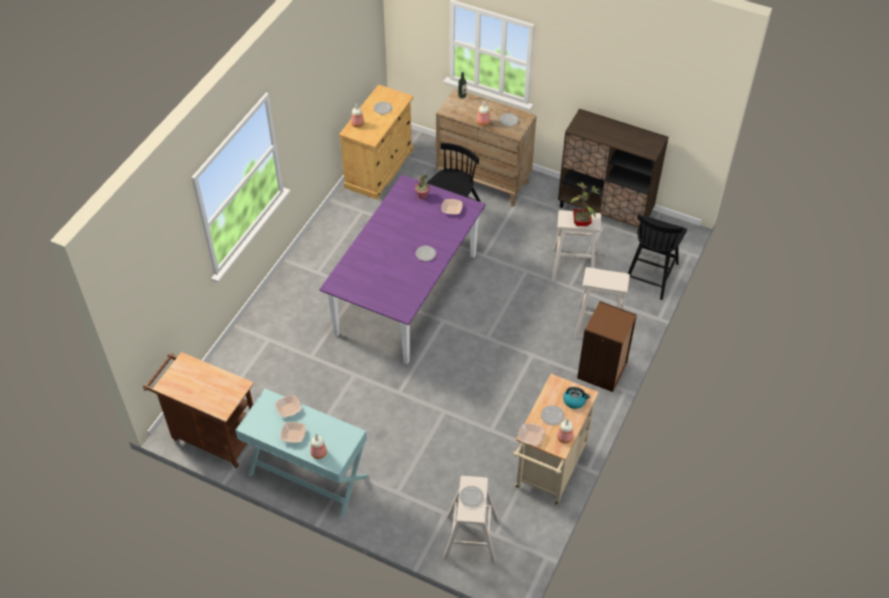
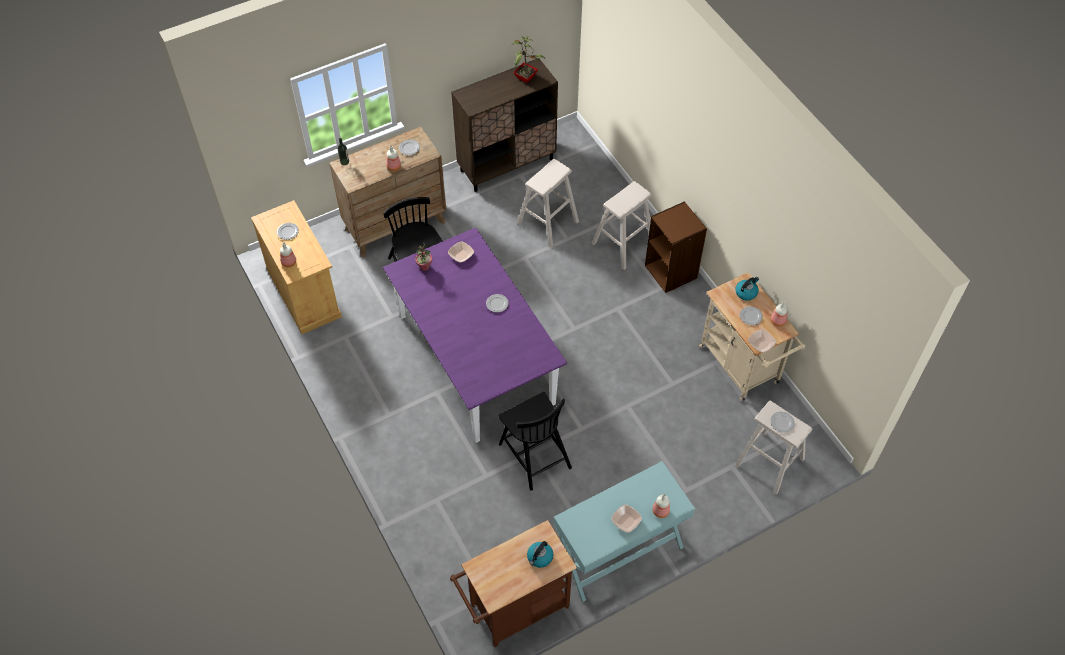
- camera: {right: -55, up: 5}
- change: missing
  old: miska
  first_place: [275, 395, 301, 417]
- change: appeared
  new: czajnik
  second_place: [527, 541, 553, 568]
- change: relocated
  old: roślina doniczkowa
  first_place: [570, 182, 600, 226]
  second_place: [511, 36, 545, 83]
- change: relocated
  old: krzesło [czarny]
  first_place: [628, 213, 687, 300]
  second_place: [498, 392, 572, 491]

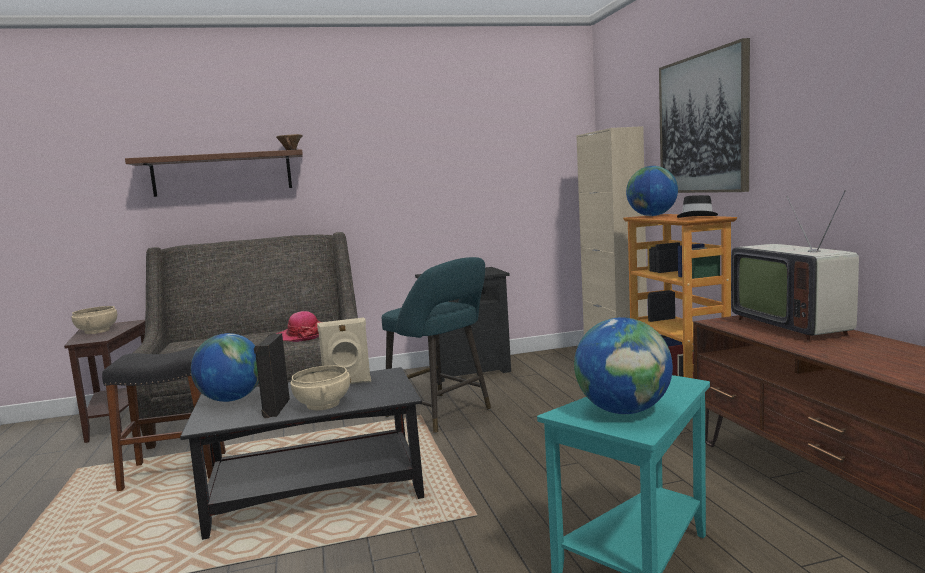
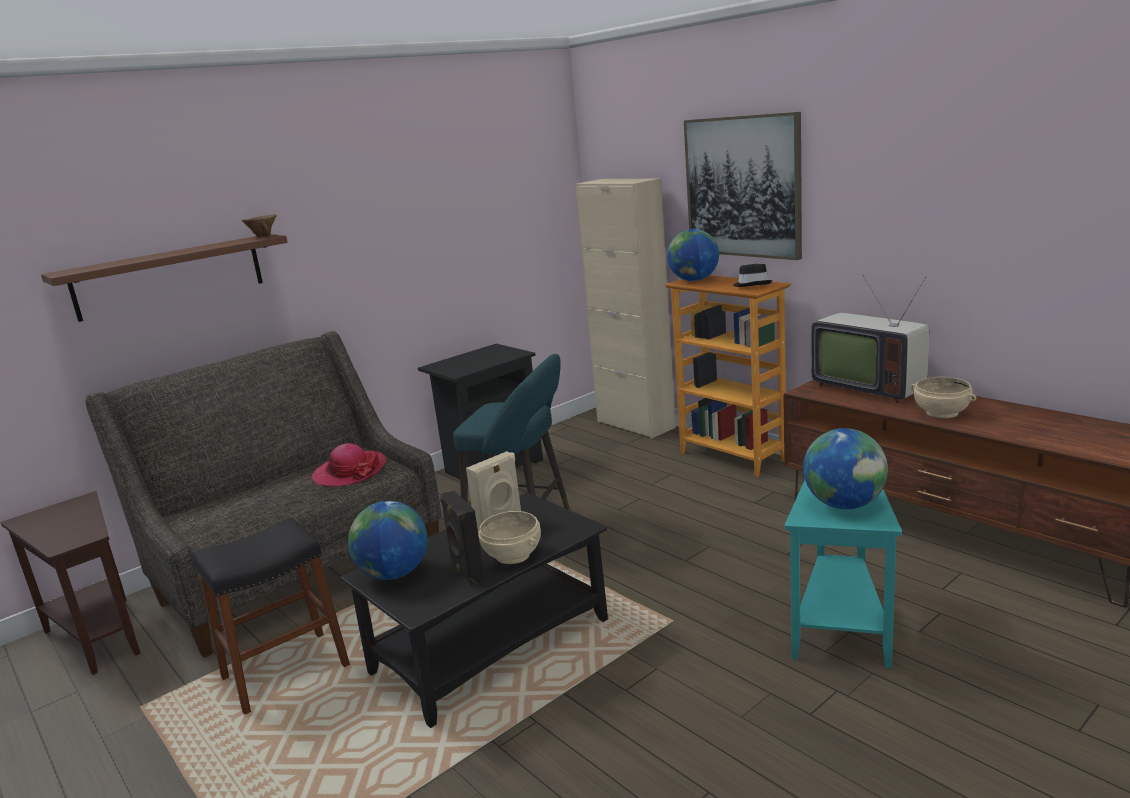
- camera: {right: -25, up: 10}
- change: relocated
  old: miska [beżowy]
  first_place: [71, 306, 117, 334]
  second_place: [911, 377, 976, 418]

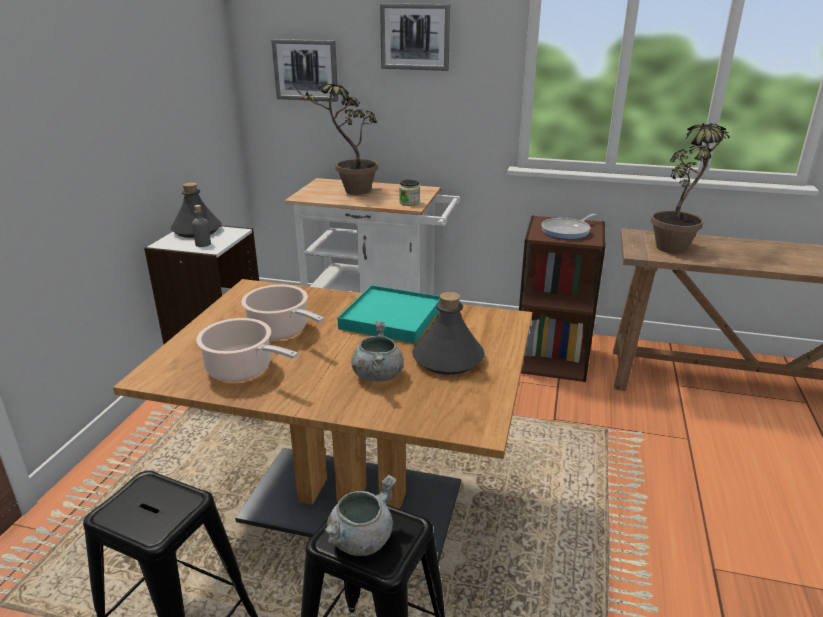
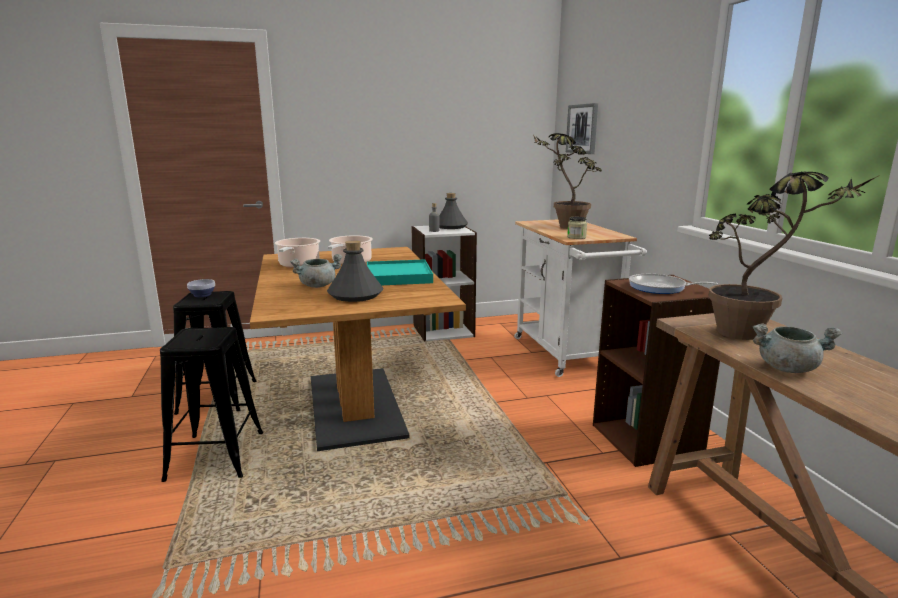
- camera: {right: 60, up: -10}
- change: missing
  old: obraz
  first_place: [380, 4, 450, 71]
- change: appeared
  new: miska
  second_place: [187, 279, 215, 297]
- change: relocated
  old: garnek [szary]
  first_place: [324, 474, 396, 556]
  second_place: [752, 323, 843, 373]

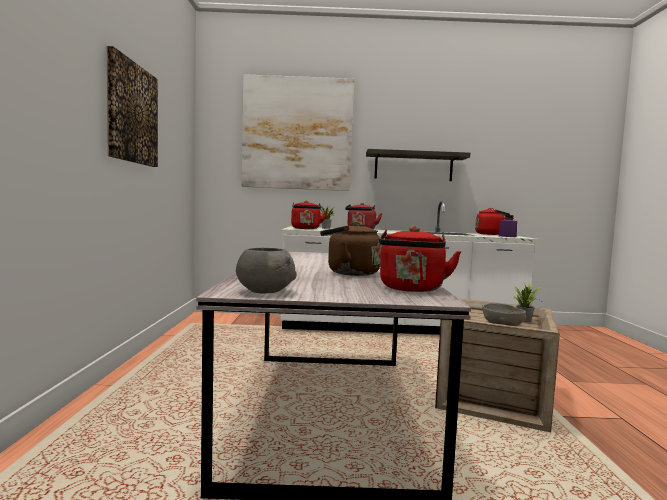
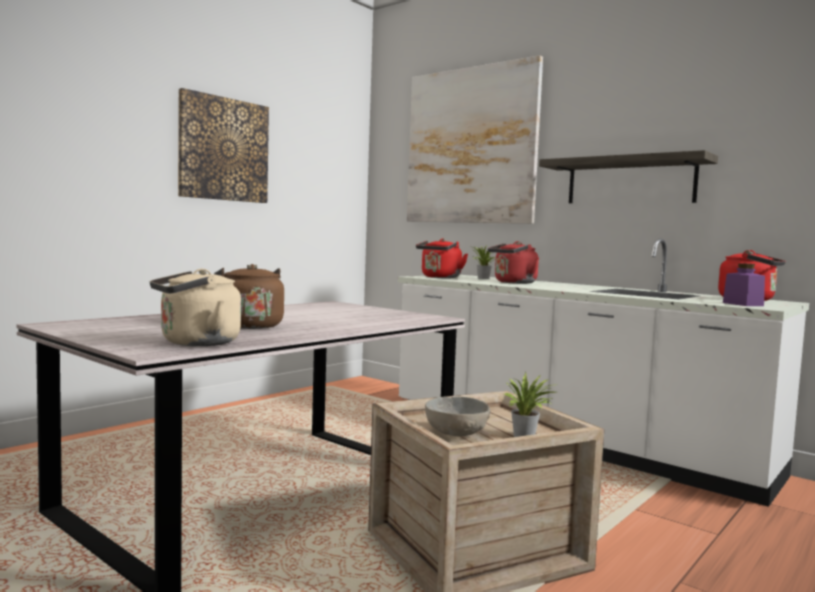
- camera: {right: 40, up: 0}
- change: missing
  old: miska [szary]
  first_place: [236, 248, 297, 293]
- change: colour
  old: czajnik [czerwony]
  new: czajnik [beżowy]
  first_place: [379, 226, 461, 292]
  second_place: [150, 269, 241, 346]

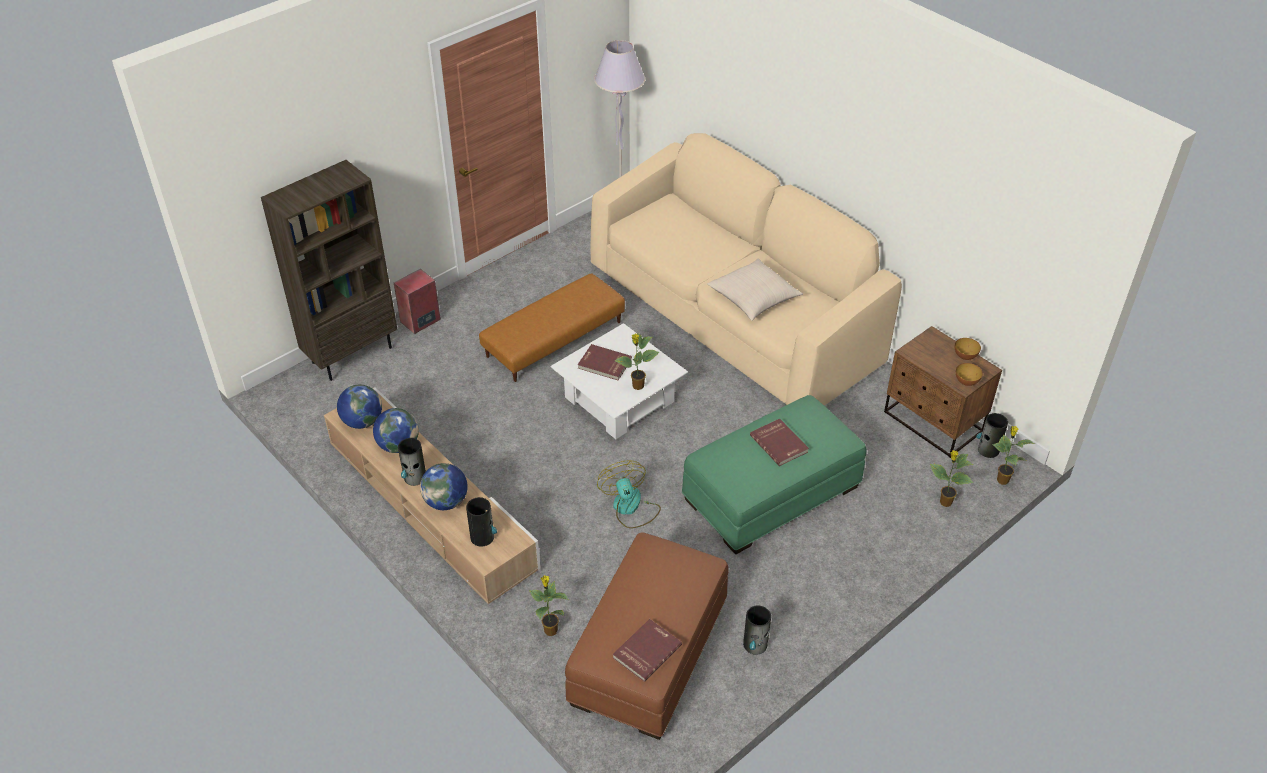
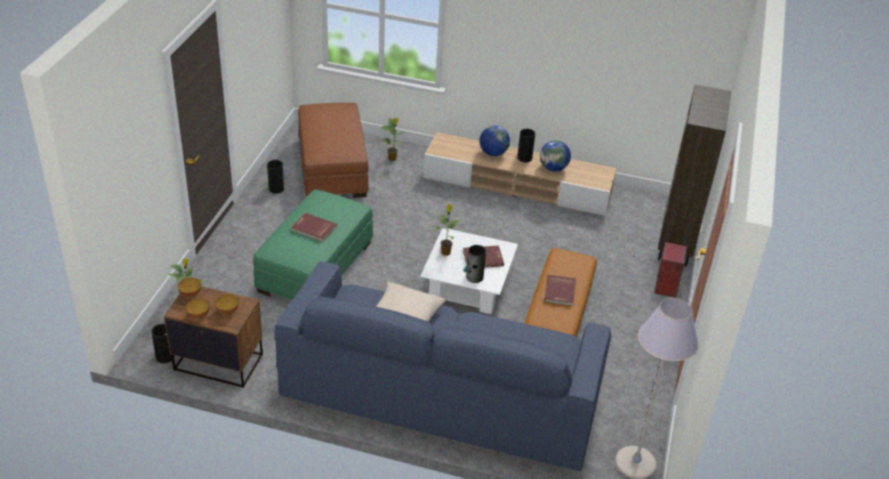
- camera: {right: 145, up: -5}
- change: missing
  old: globus
  first_place: [337, 385, 382, 429]
- change: missing
  old: wentylator
  first_place: [597, 460, 661, 529]
- change: missing
  old: roślina doniczkowa
  first_place: [992, 426, 1035, 485]
- change: appeared
  new: miska
  second_place: [215, 294, 239, 315]
- change: relocated
  old: wazon
  first_place: [466, 497, 497, 547]
  second_place: [463, 245, 486, 283]
- change: relocated
  old: książka [czerwony]
  first_place: [613, 619, 682, 682]
  second_place: [544, 275, 576, 306]
- change: colour
  old: kanapa [beżowy]
  new: kanapa [niebieski]
  first_place: [591, 133, 902, 406]
  second_place: [275, 261, 611, 471]

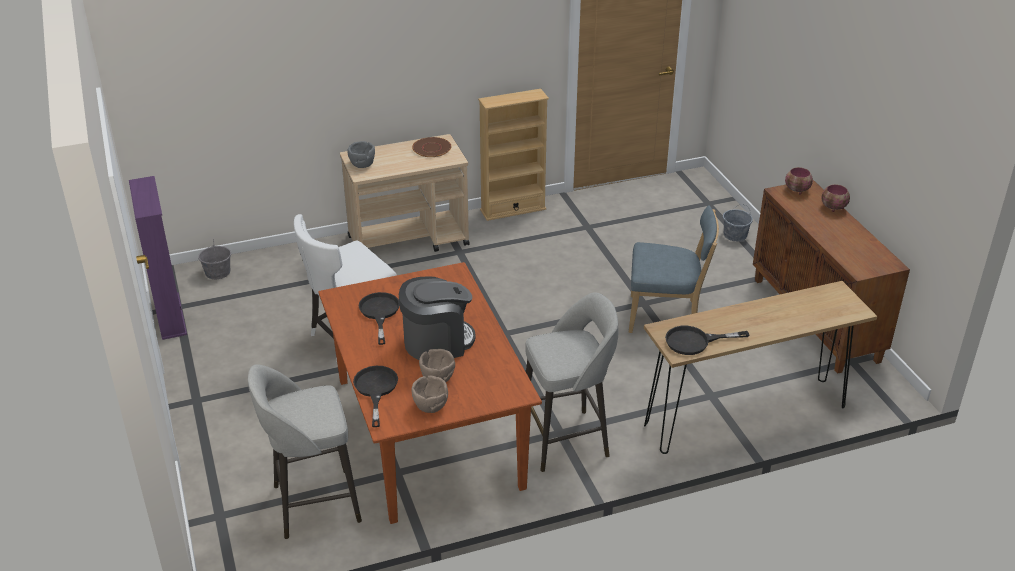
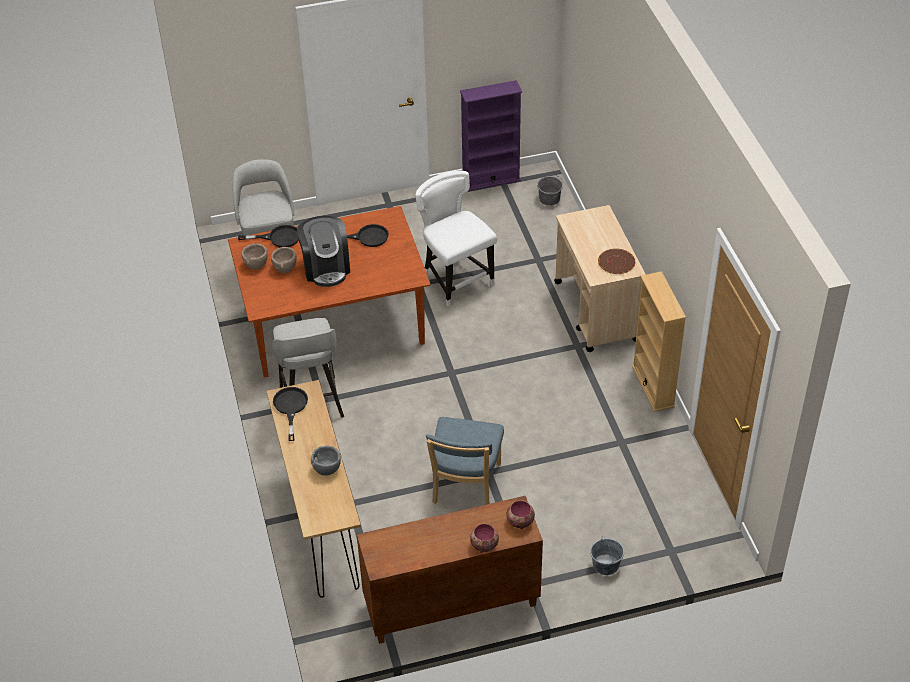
- camera: {right: 95, up: 10}
- change: relocated
  old: miska [szary]
  first_place: [347, 141, 375, 168]
  second_place: [311, 445, 341, 476]

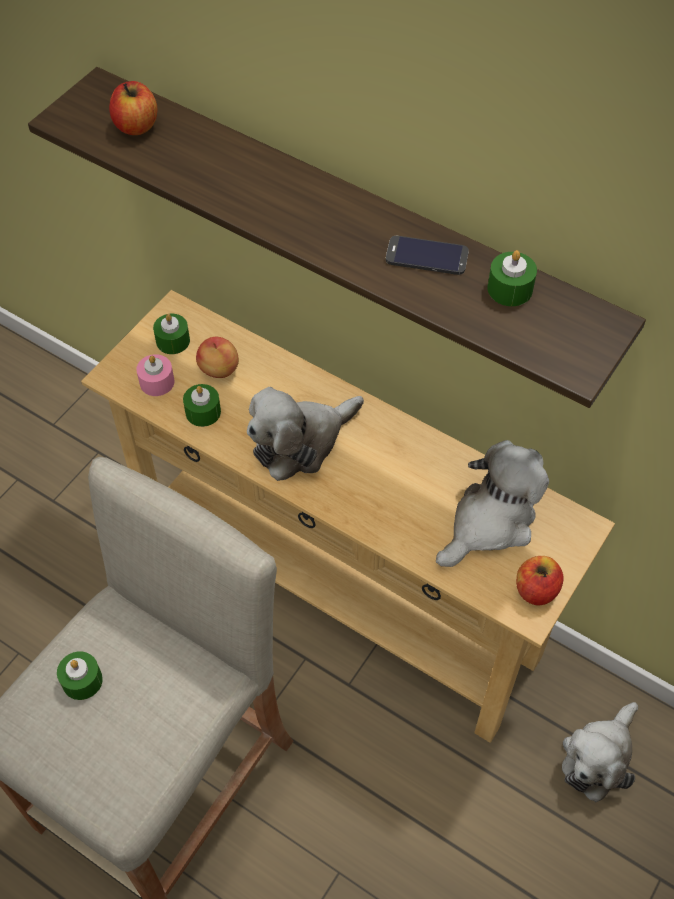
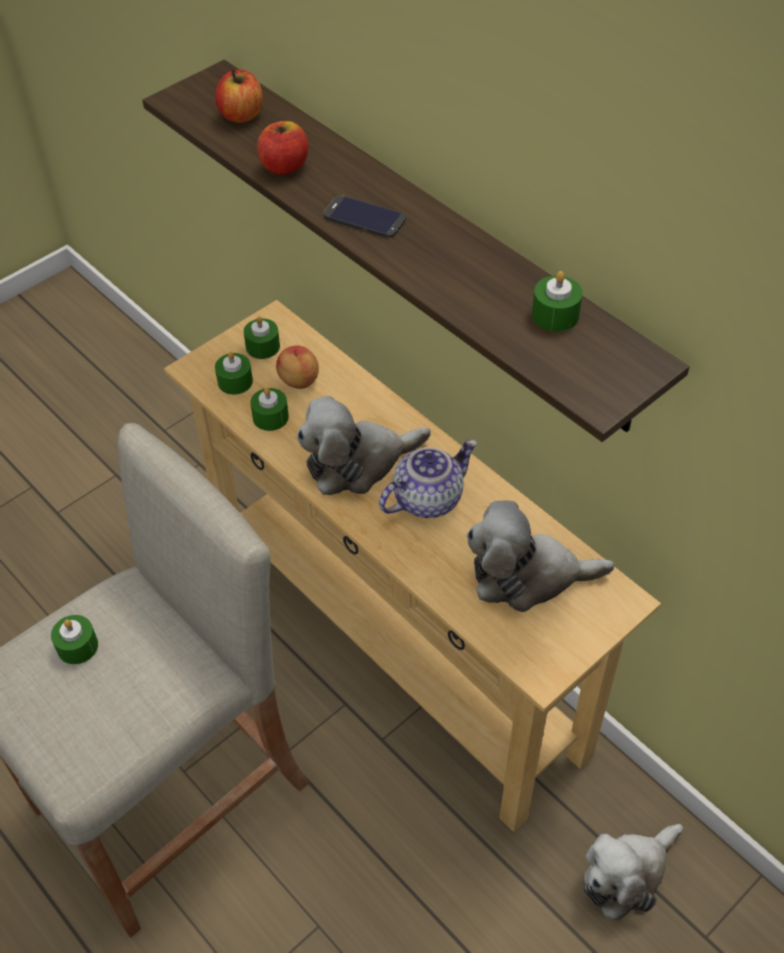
- camera: {right: 15, up: -5}
- change: appeared
  new: imbryk
  second_place: [379, 439, 477, 518]
- change: relocated
  old: telefon
  first_place: [385, 236, 469, 275]
  second_place: [323, 195, 406, 238]
- change: relocated
  old: jabłko
  first_place: [516, 556, 564, 606]
  second_place: [257, 121, 309, 175]
- change: colour
  old: świeca [różowy]
  new: świeca [zielony]
  first_place: [136, 354, 175, 396]
  second_place: [215, 352, 253, 395]
- change: spun
  old: pluszak
  first_place: [436, 440, 549, 567]
  second_place: [467, 500, 614, 612]
  degrees: -150

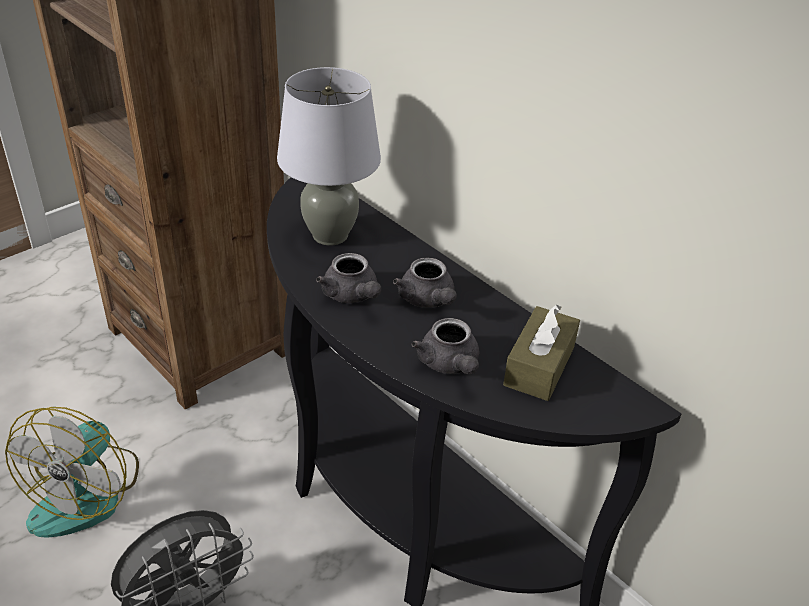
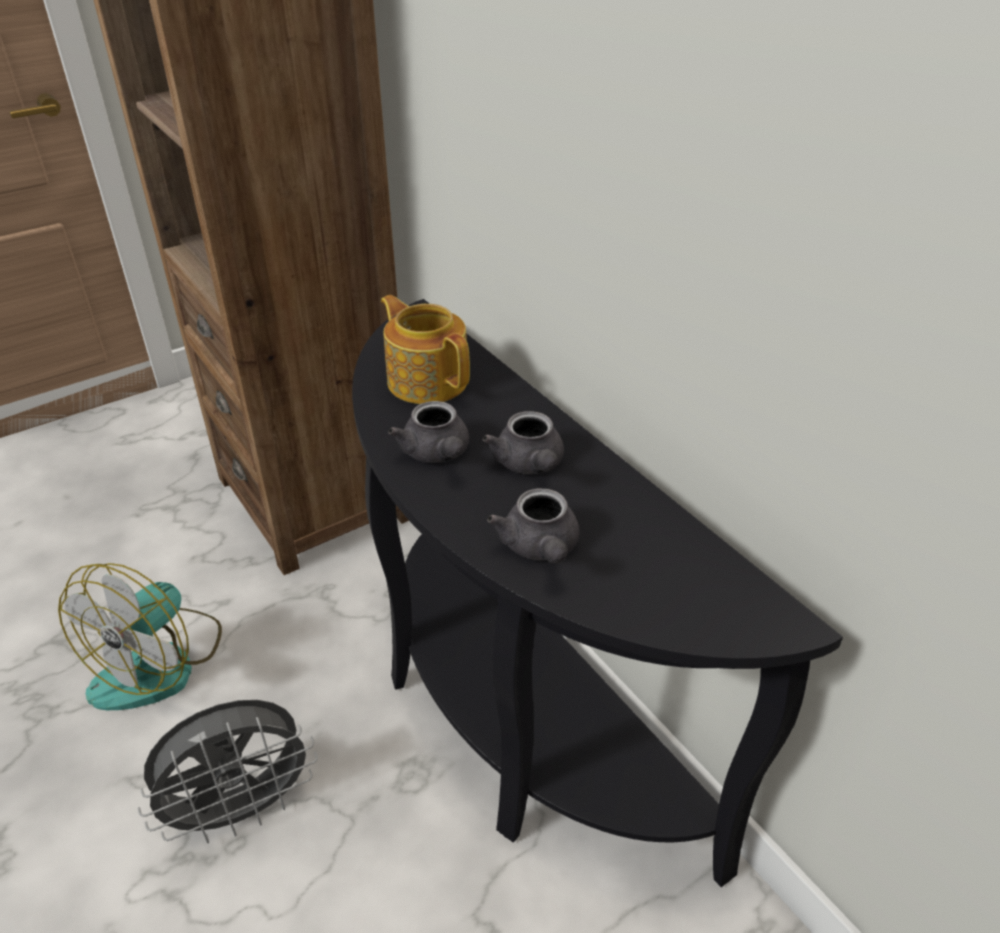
- camera: {right: 10, up: 0}
- change: missing
  old: pudełko chusteczek [brązowy]
  first_place: [503, 304, 580, 401]
- change: exchanged
  old: lampa stołowa [szary]
  new: imbryk
  first_place: [277, 67, 381, 245]
  second_place: [381, 295, 470, 404]

